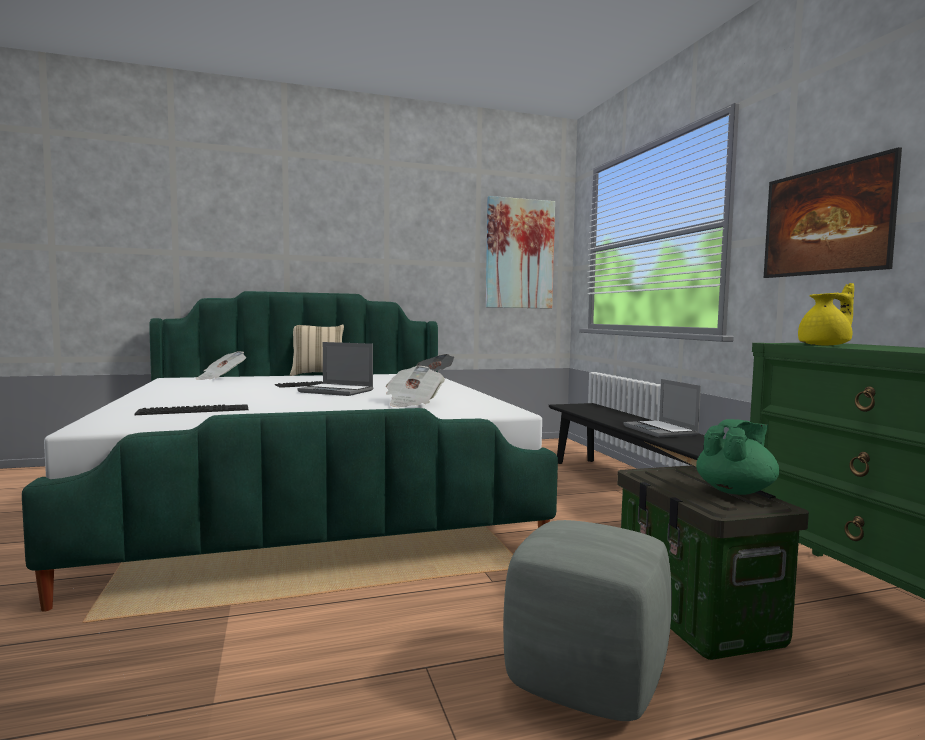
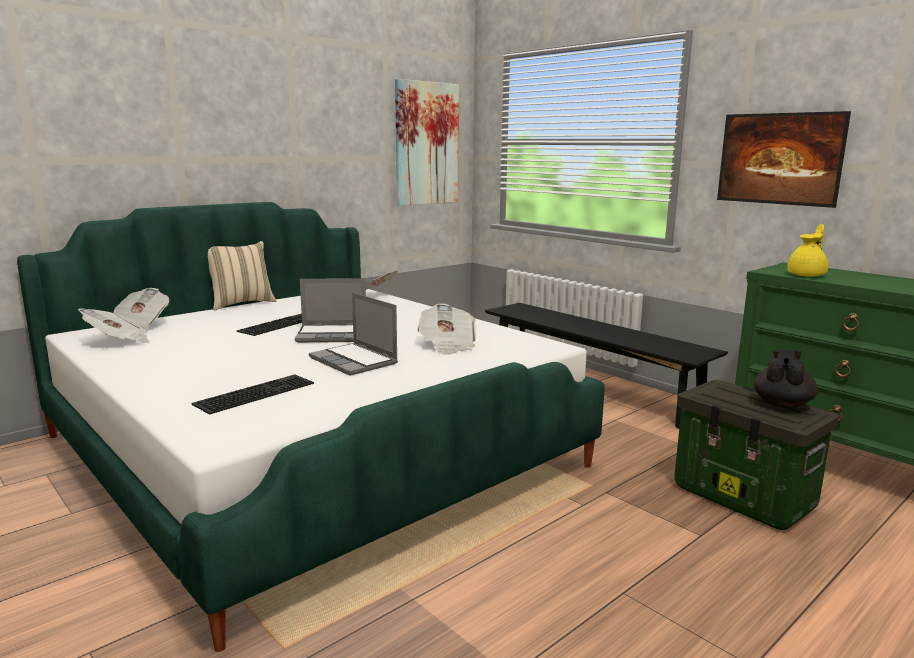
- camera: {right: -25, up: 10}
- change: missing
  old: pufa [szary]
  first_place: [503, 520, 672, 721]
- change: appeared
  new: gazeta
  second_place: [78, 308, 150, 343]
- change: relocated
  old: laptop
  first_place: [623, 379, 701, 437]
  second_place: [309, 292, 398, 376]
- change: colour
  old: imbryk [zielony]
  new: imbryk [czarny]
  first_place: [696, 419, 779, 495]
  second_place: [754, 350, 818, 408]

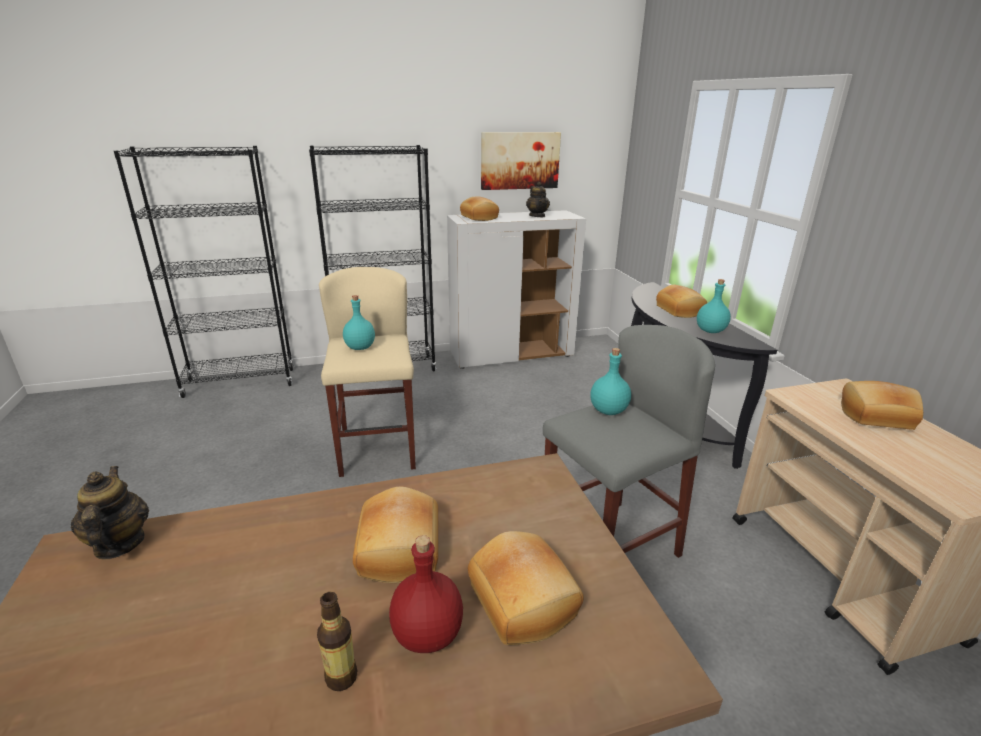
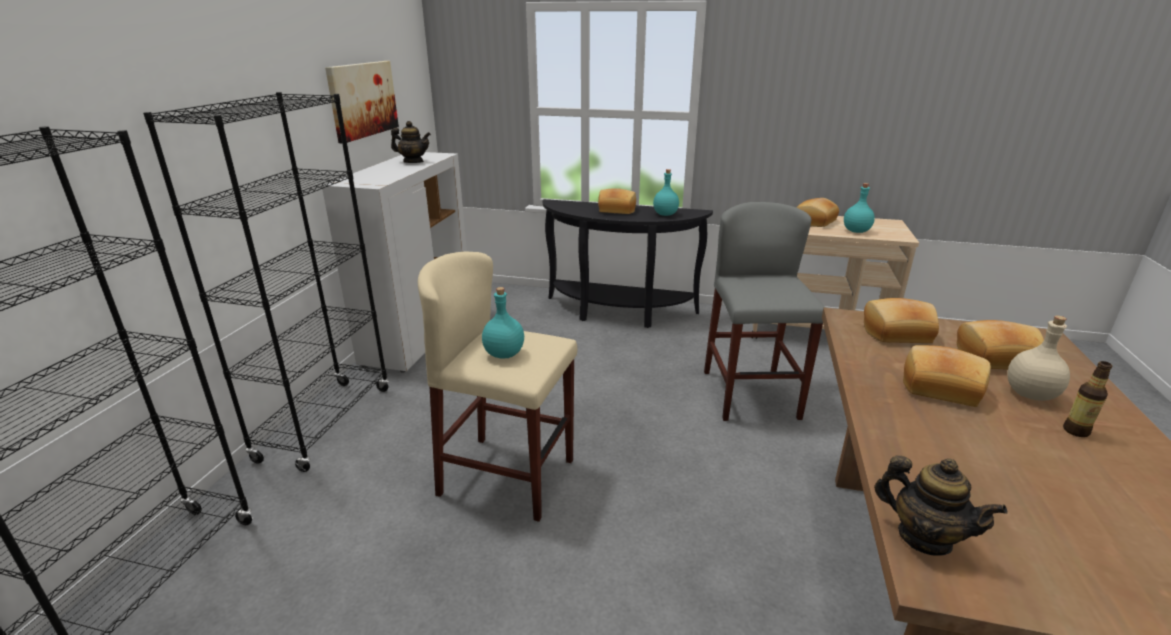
- camera: {right: -60, up: 0}
- change: relocated
  old: chleb
  first_place: [460, 196, 499, 221]
  second_place: [864, 298, 939, 343]
- change: relocated
  old: butelka [turkusowy]
  first_place: [590, 348, 631, 415]
  second_place: [844, 183, 875, 233]
- change: colour
  old: butelka [czerwony]
  new: butelka [beżowy]
  first_place: [389, 535, 463, 653]
  second_place: [1007, 316, 1070, 401]
- change: spun
  old: imbryk
  first_place: [71, 466, 149, 559]
  second_place: [874, 455, 1008, 556]
  degrees: -150

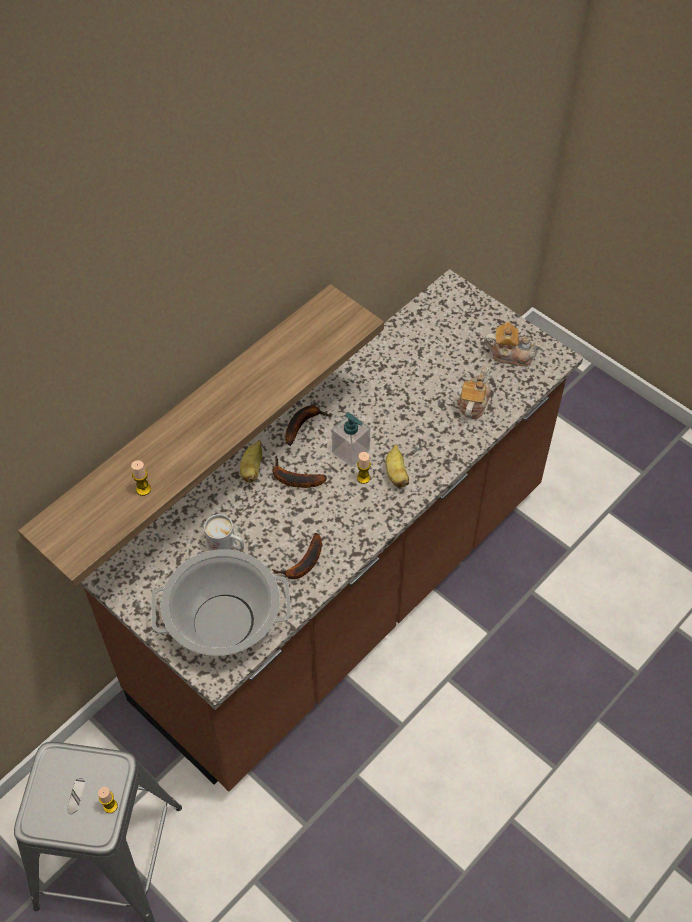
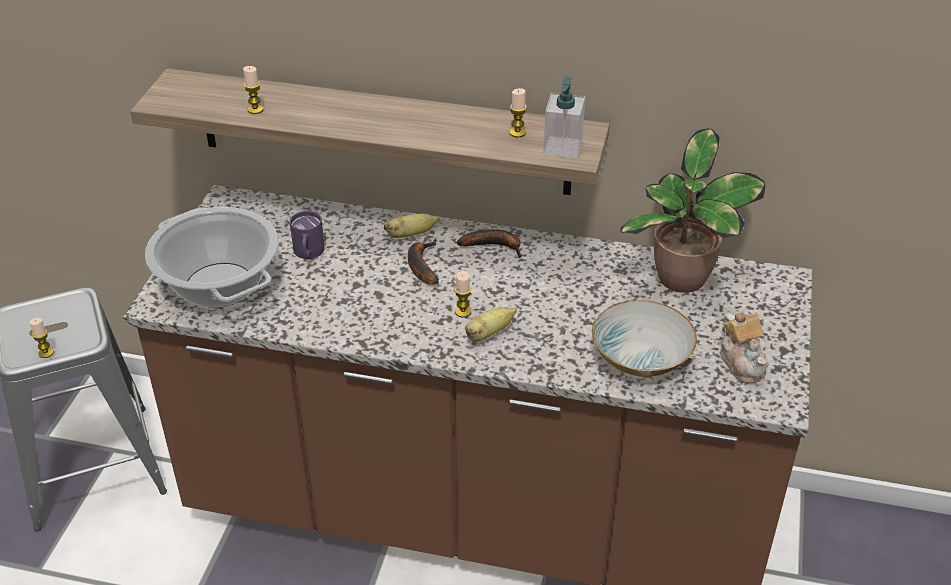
- camera: {right: 60, up: -15}
- change: missing
  old: banan
  first_place: [272, 533, 322, 579]
- change: appeared
  new: świeca
  second_place: [510, 88, 527, 137]
- change: appeared
  new: roślina doniczkowa
  second_place: [621, 128, 765, 293]
- change: relocated
  old: dozownik mydła
  first_place: [332, 412, 370, 467]
  second_place: [543, 76, 586, 159]
- change: exchanged
  old: imbryk
  new: miska
  first_place: [457, 366, 491, 419]
  second_place: [592, 300, 697, 377]
- change: colour
  old: kubek [biały]
  new: kubek [fioletowy]
  first_place: [204, 514, 244, 551]
  second_place: [290, 211, 325, 260]

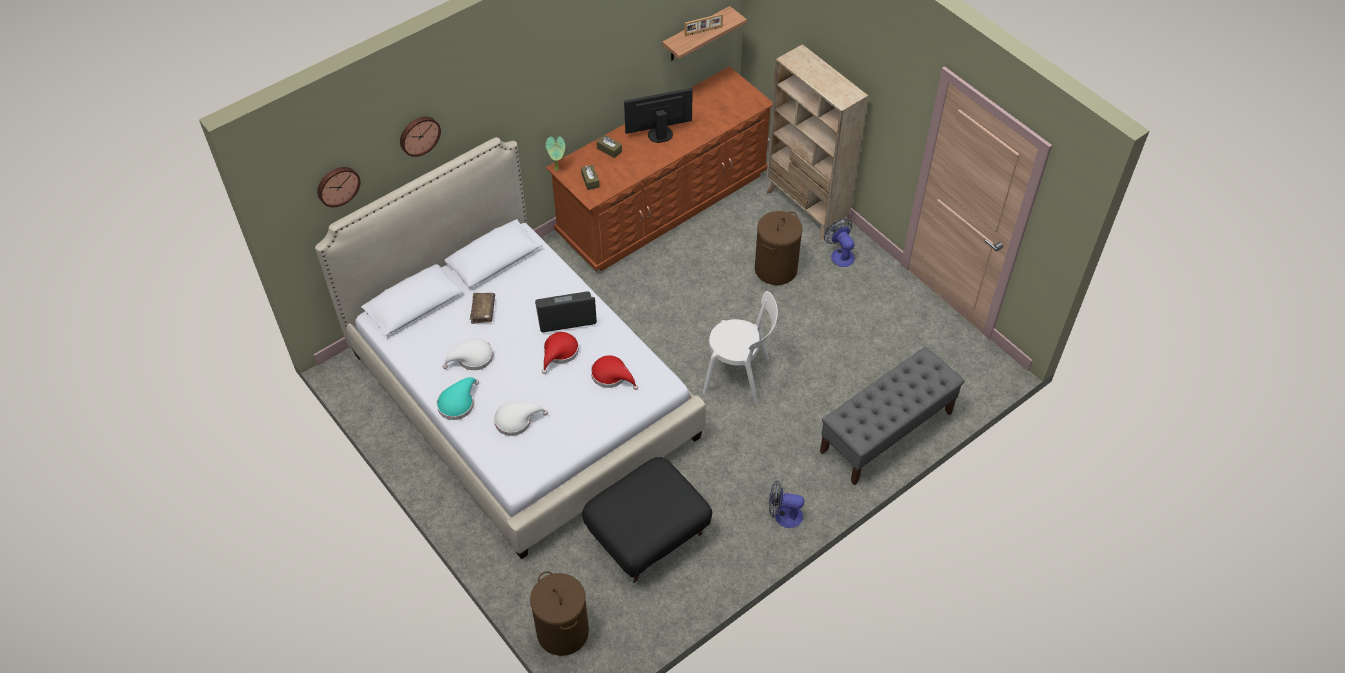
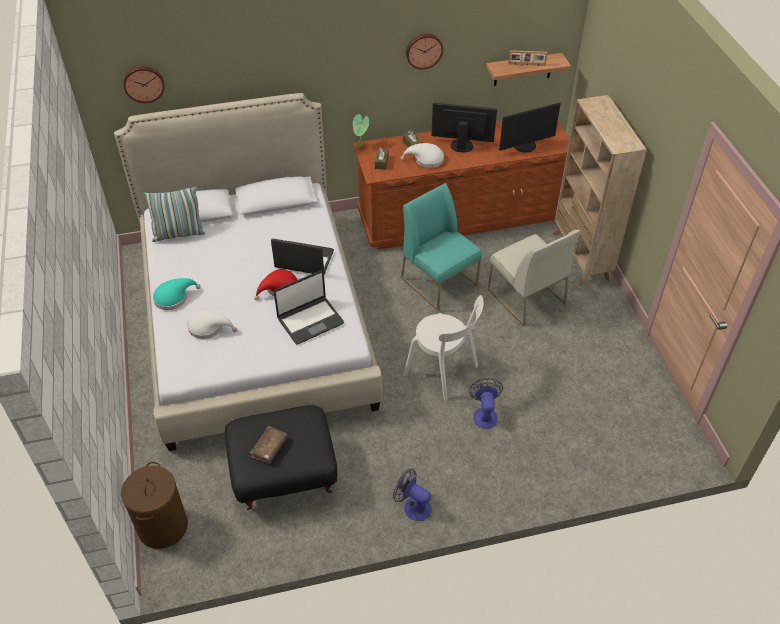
- camera: {right: 25, up: -5}
- change: missing
  old: ławka [szary]
  first_place: [820, 347, 964, 486]
- change: appeared
  new: poduszka
  second_place: [143, 186, 205, 242]
- change: appeared
  new: krzesło [turkusowy]
  second_place: [401, 183, 482, 311]
- change: appeared
  new: monitor
  second_place: [499, 103, 561, 153]
- change: relocated
  old: zegar ścienny
  first_place: [400, 117, 441, 157]
  second_place: [406, 34, 443, 70]
- change: relocated
  old: kapelusz [biały]
  first_place: [442, 338, 493, 370]
  second_place: [401, 143, 444, 168]
- change: relocated
  old: książka [brązowy]
  first_place: [470, 293, 495, 324]
  second_place: [250, 426, 288, 464]
- change: relocated
  old: wentylator
  first_place: [824, 219, 855, 267]
  second_place: [469, 378, 503, 429]
- change: exchanged
  old: kapelusz [czerwony]
  new: laptop
  first_place: [591, 355, 638, 390]
  second_place: [274, 270, 344, 345]
- change: exchanged
  old: kosz na pranie [brązowy]
  new: krzesło [biały]
  first_place: [755, 211, 803, 285]
  second_place: [488, 230, 580, 326]

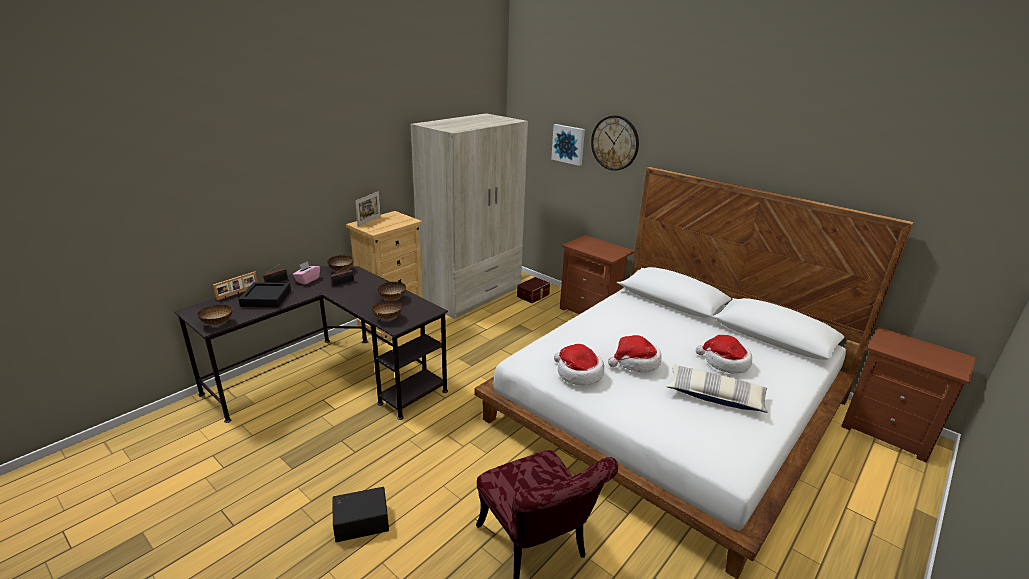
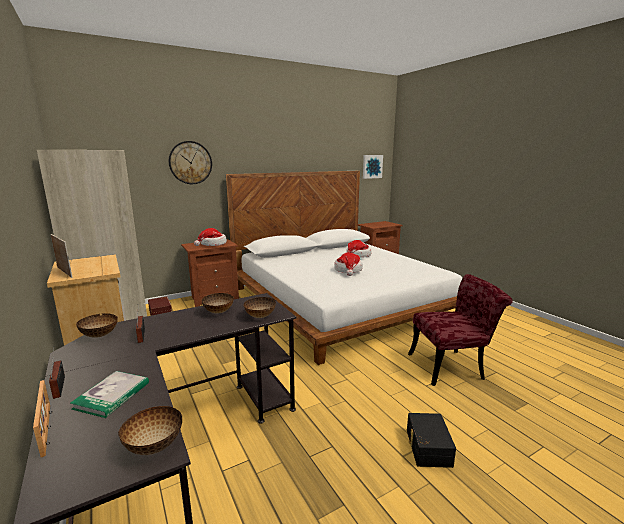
- camera: {right: -70, up: -10}
- change: missing
  old: pudełko chusteczek [różowy]
  first_place: [293, 261, 320, 285]
- change: missing
  old: poduszka
  first_place: [667, 365, 768, 413]
- change: relocated
  old: obraz
  first_place: [551, 124, 585, 166]
  second_place: [363, 155, 383, 179]
- change: relocated
  old: kapelusz
  first_place: [554, 344, 604, 385]
  second_place: [194, 228, 227, 246]
- change: exchanged
  old: taca [czarny]
  new: książka
  first_place: [239, 282, 291, 307]
  second_place: [70, 371, 149, 418]

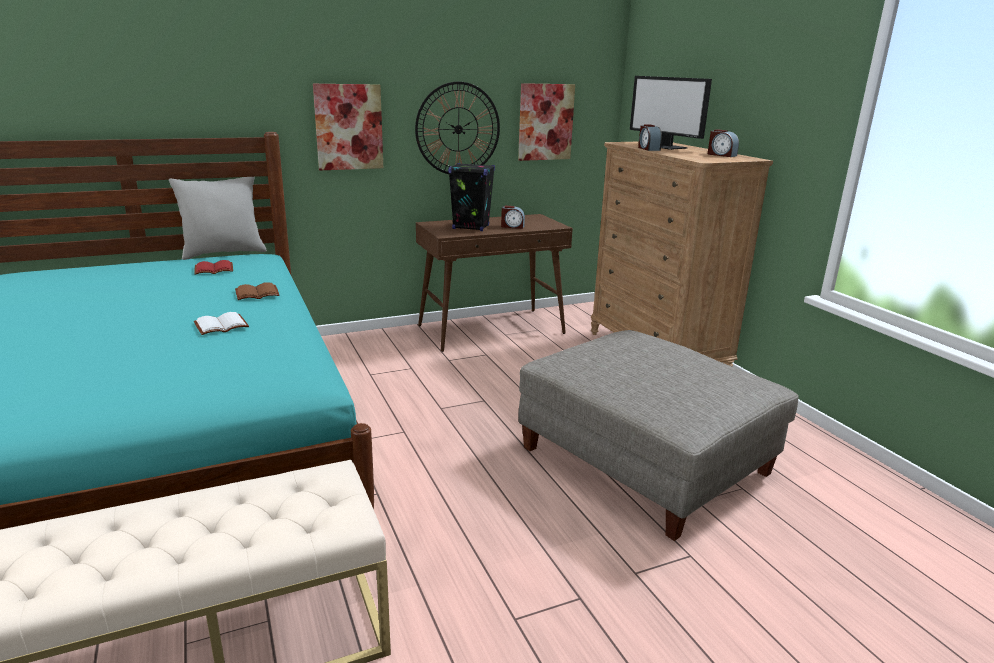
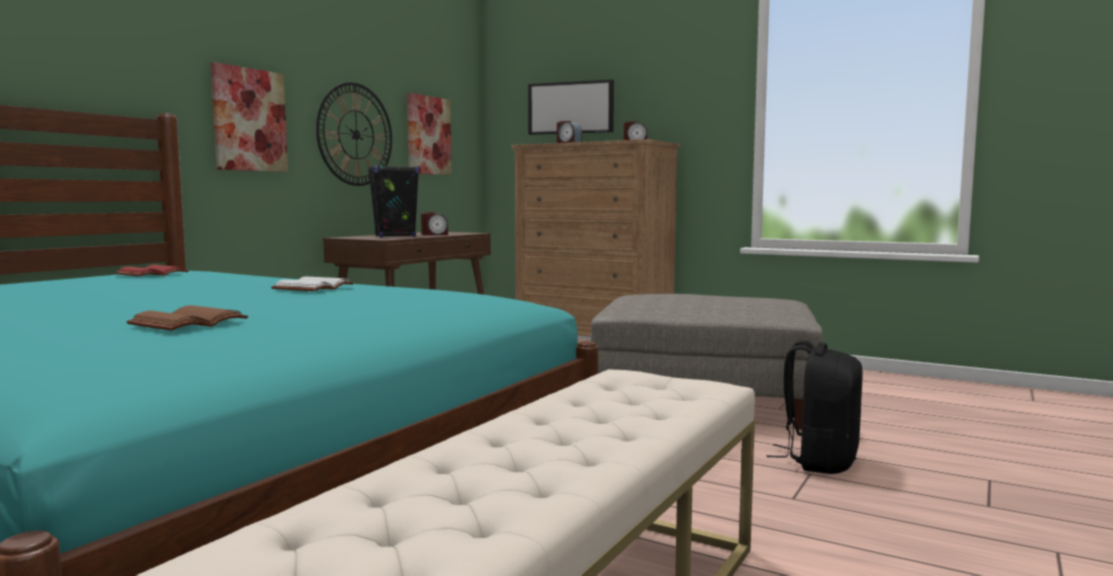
- camera: {right: -35, up: -15}
- change: missing
  old: poduszka [szary]
  first_place: [169, 177, 267, 260]
- change: appeared
  new: plecak [czarny]
  second_place: [766, 340, 863, 474]
- change: relocated
  old: książka [brązowy]
  first_place: [235, 282, 279, 300]
  second_place: [127, 305, 248, 331]

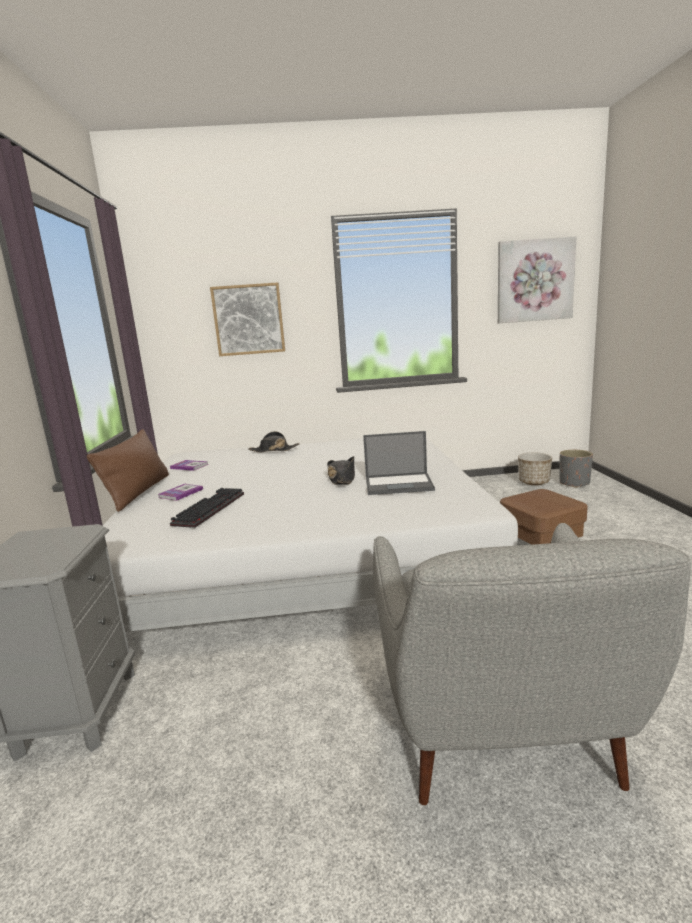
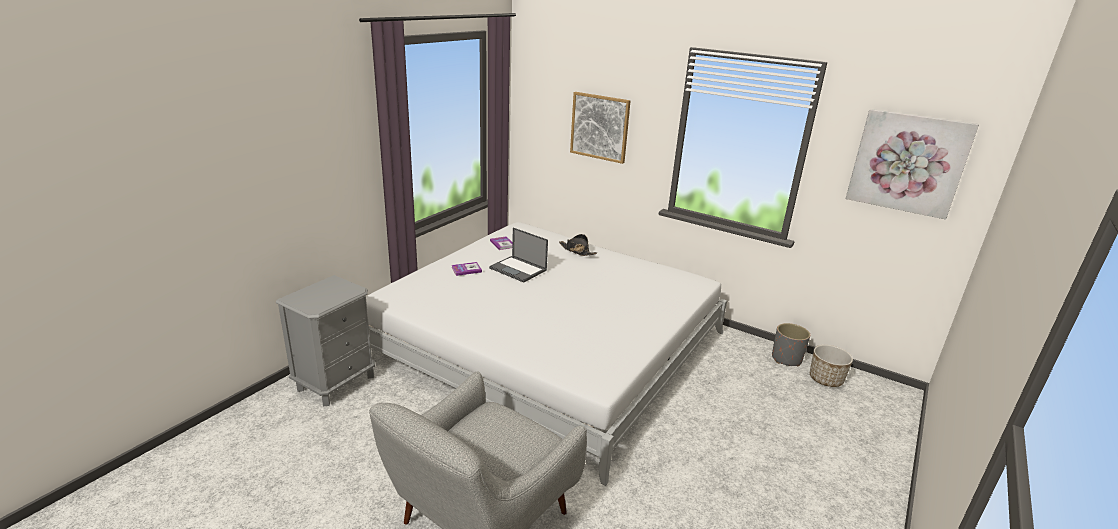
- camera: {right: 35, up: 10}
- change: missing
  old: poduszka [brązowy]
  first_place: [87, 429, 169, 512]
- change: missing
  old: klawiatura
  first_place: [170, 488, 244, 528]
- change: missing
  old: kapelusz [czarny]
  first_place: [327, 456, 355, 485]
- change: missing
  old: pufa [brązowy]
  first_place: [500, 489, 588, 545]
- change: relocated
  old: laptop
  first_place: [363, 431, 435, 495]
  second_place: [489, 228, 548, 282]
- change: relocated
  old: donica [szary]
  first_place: [559, 450, 593, 488]
  second_place: [772, 323, 810, 366]

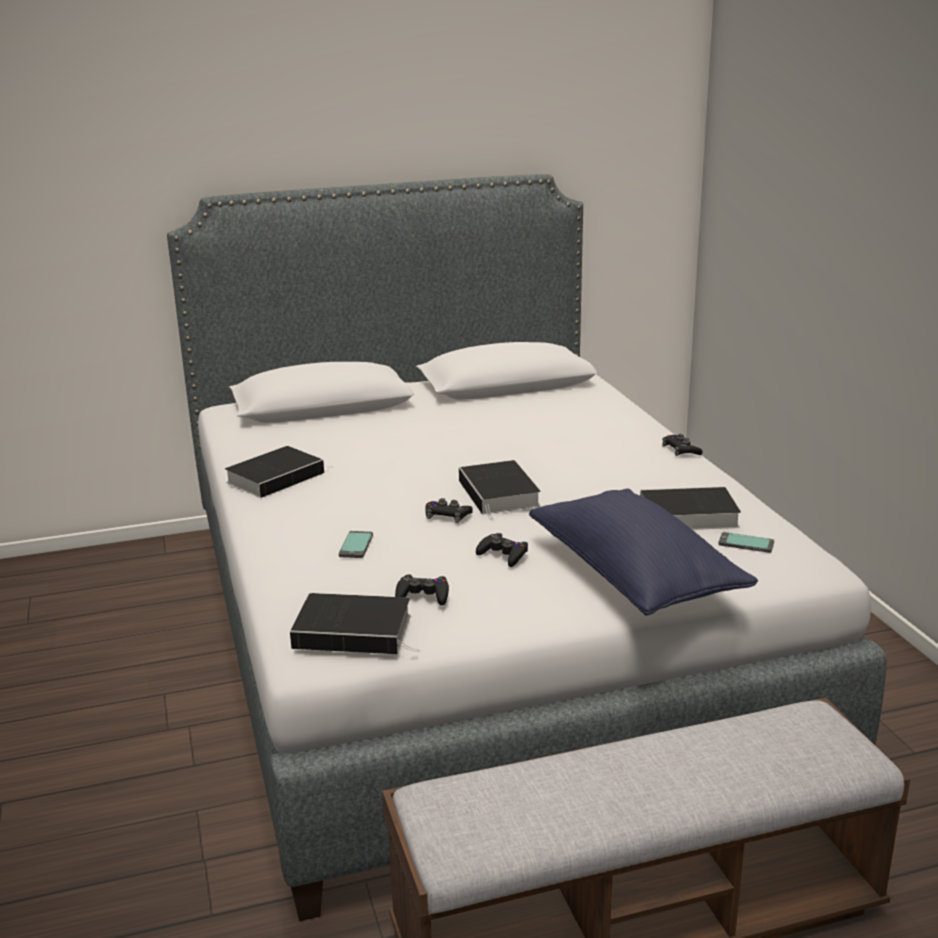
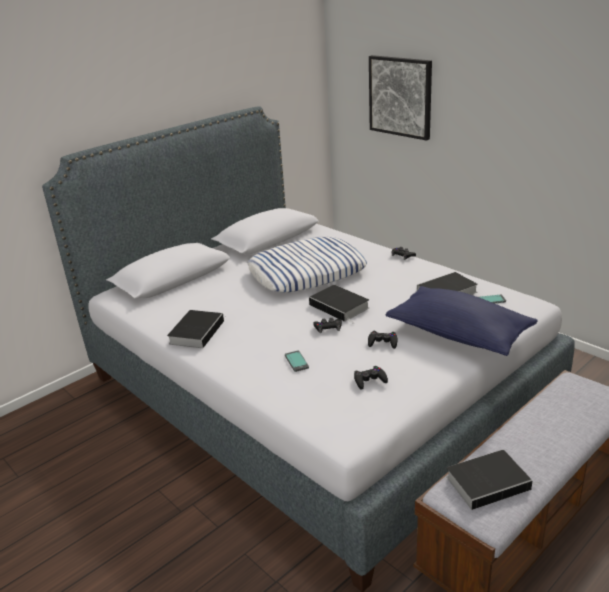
- camera: {right: -25, up: 5}
- change: appeared
  new: poduszka
  second_place: [247, 236, 367, 292]
- change: appeared
  new: obraz
  second_place: [369, 55, 432, 141]
- change: relocated
  old: książka
  first_place: [290, 593, 421, 654]
  second_place: [446, 450, 540, 510]

